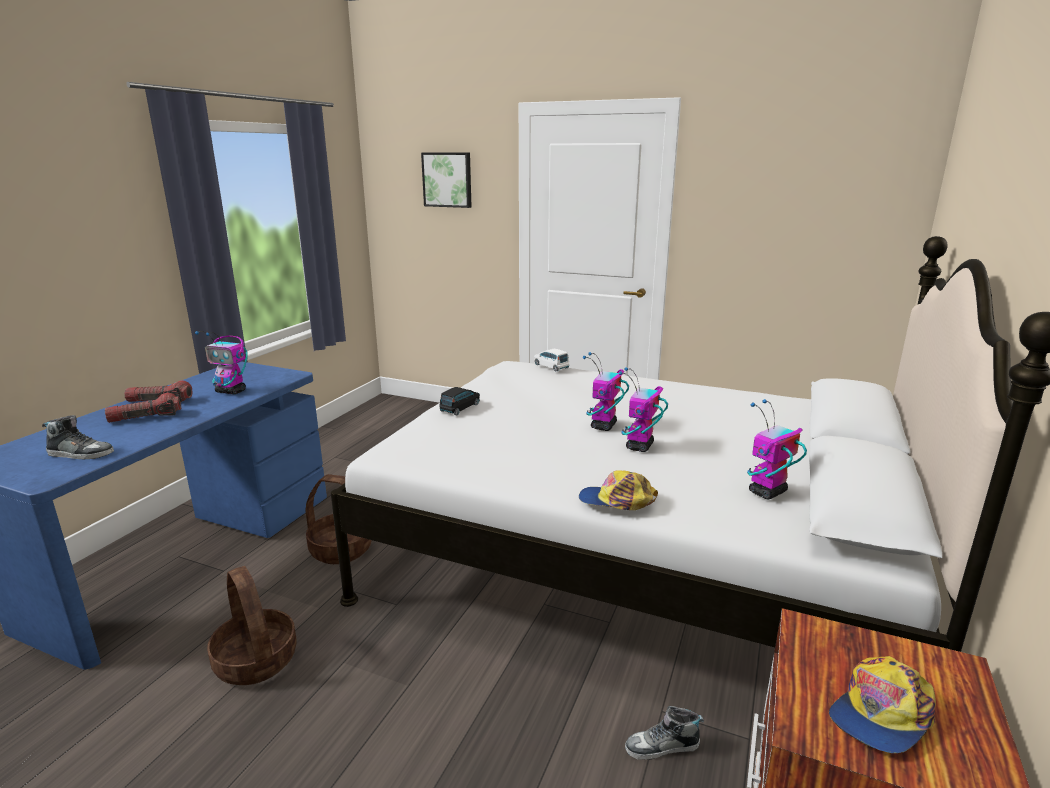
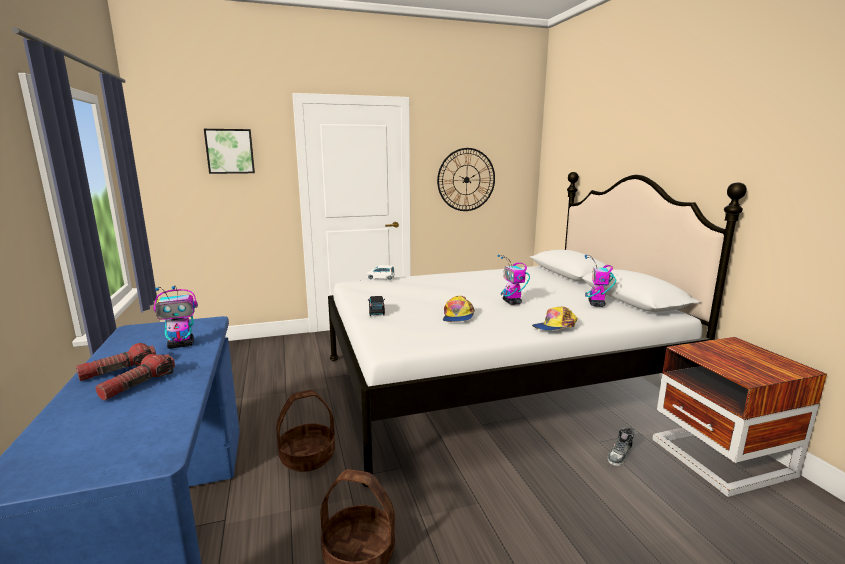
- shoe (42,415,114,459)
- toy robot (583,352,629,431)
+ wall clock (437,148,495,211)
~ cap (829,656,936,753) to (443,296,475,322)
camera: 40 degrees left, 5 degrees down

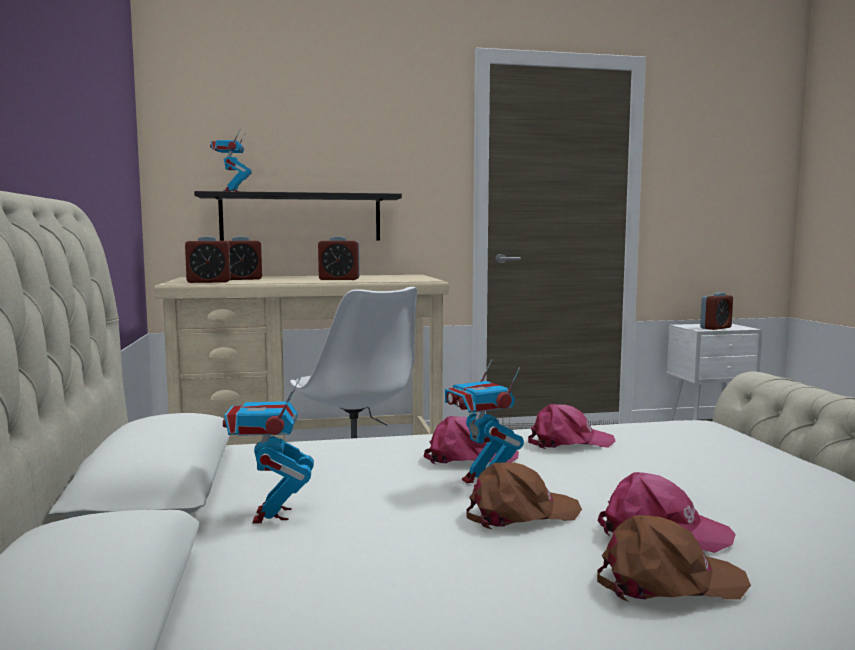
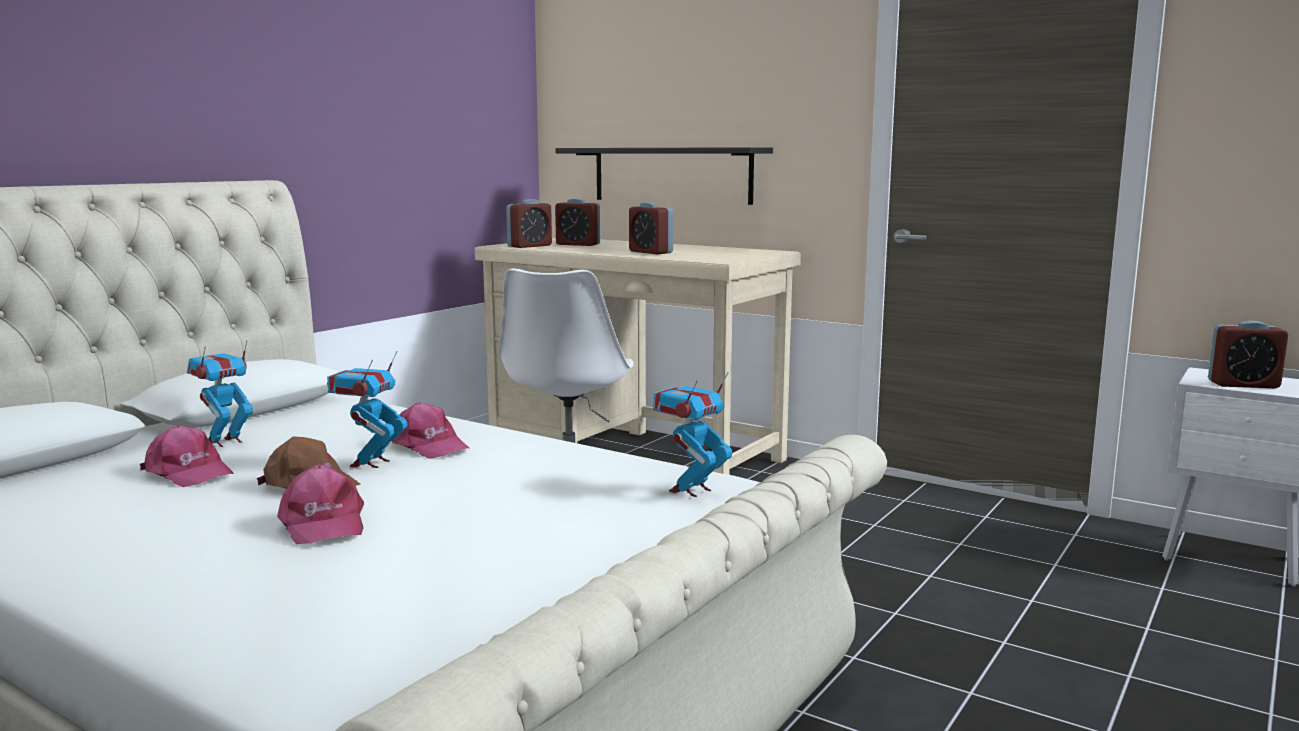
- brown cap (597,515,751,602)
~ toy robot (210,129,252,192) to (653,372,732,497)
~ pink cap (528,404,615,449) to (140,426,234,487)
~ alarm clock (185,236,231,283) = (506,199,552,248) 75 degrees counterclockwise
camera: 45 degrees right, 5 degrees up

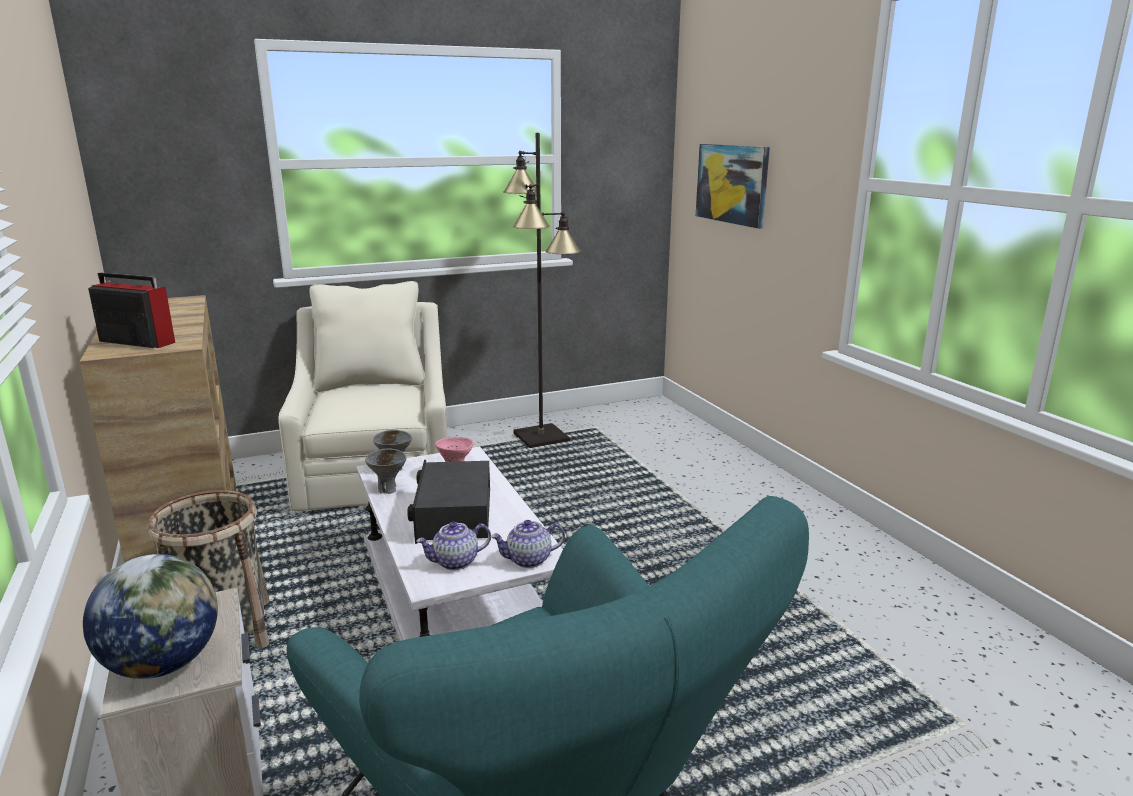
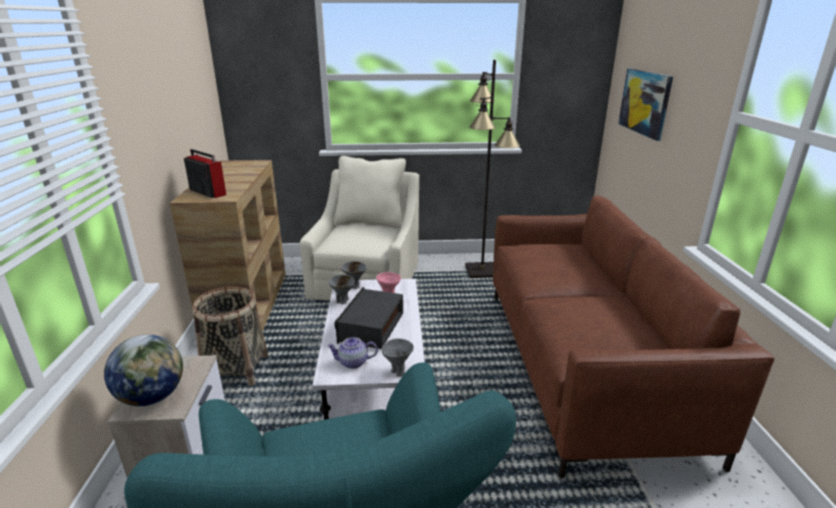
+ brown sofa (493,196,775,478)
~ teapot (491,520,565,568) to grey bowl (381,338,414,377)
camera: 20 degrees right, 5 degrees up

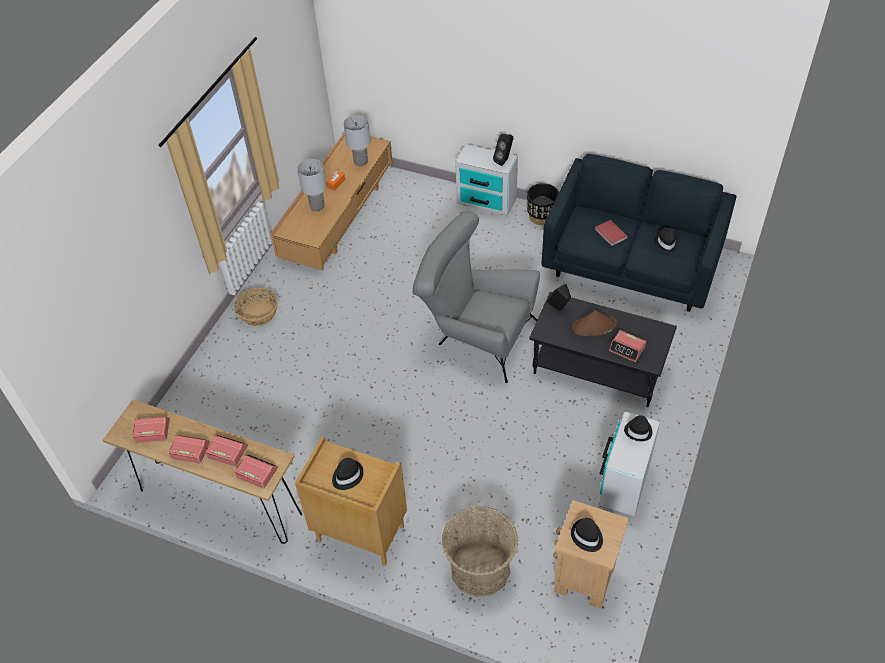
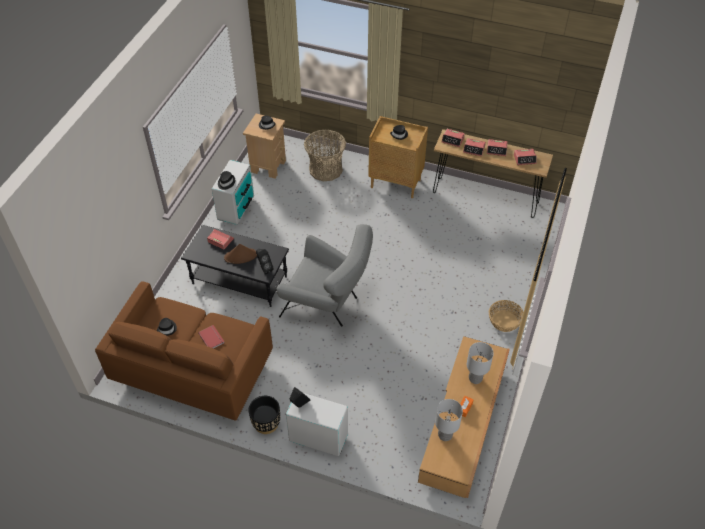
~ blue sofa (542,154,737,312) to brown sofa (95,281,273,421)
camera: 175 degrees right, 0 degrees up

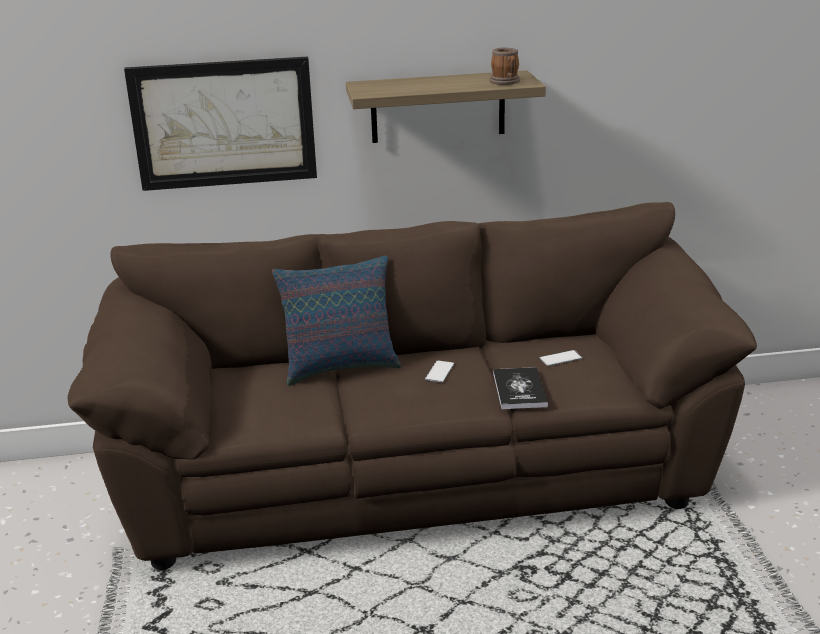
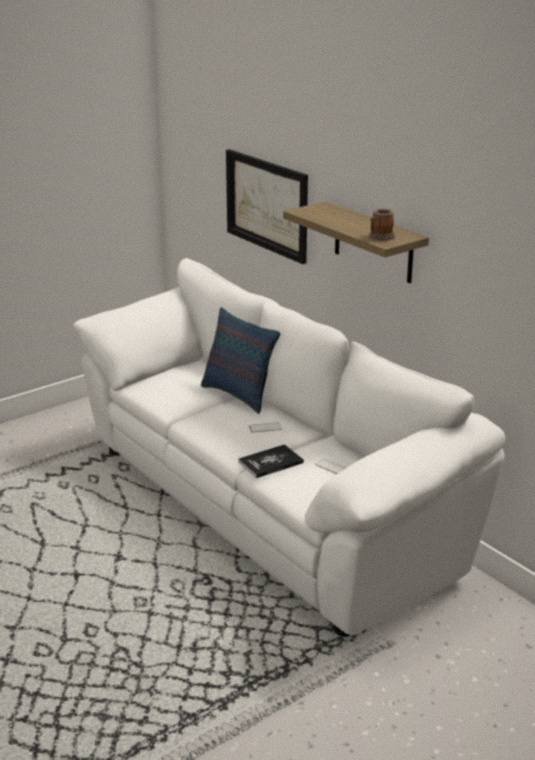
~ brown sofa (68,202,757,570) to white sofa (73,258,505,637)
camera: 60 degrees right, 0 degrees up

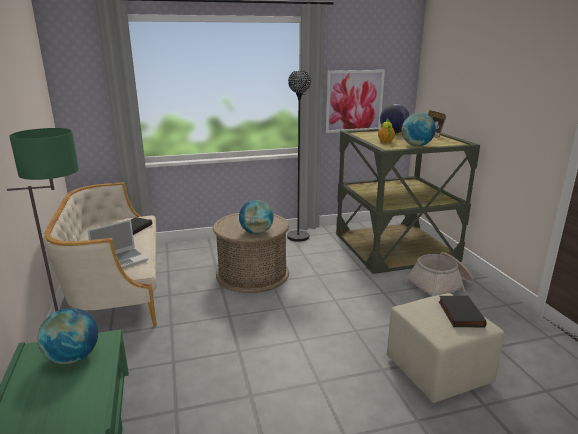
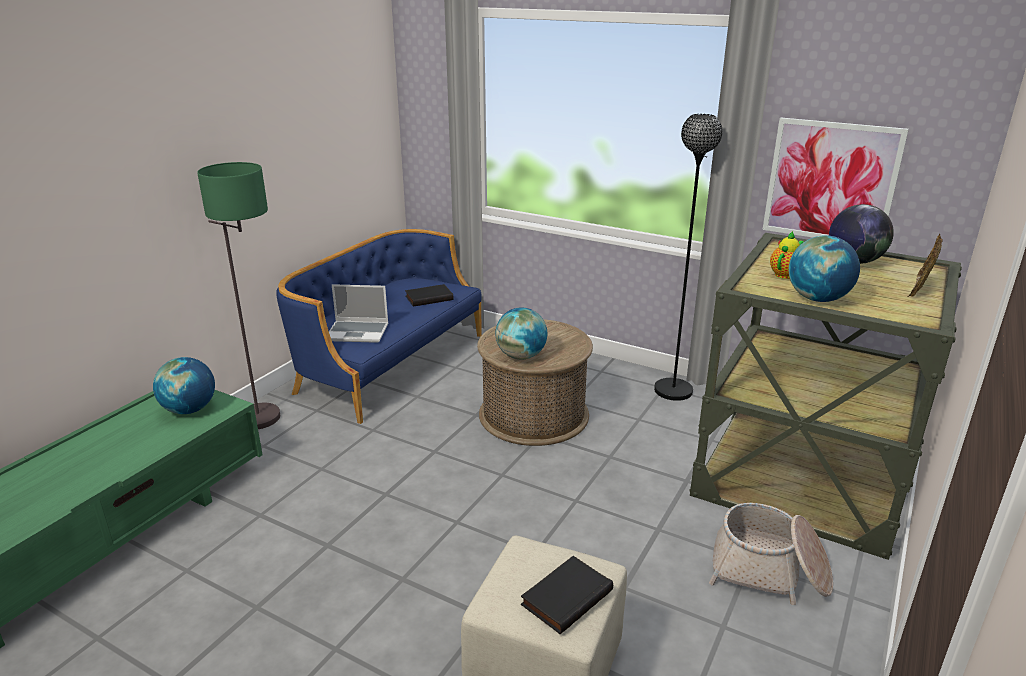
~ beige sofa (44,182,157,327) to blue sofa (276,229,482,424)
camera: 45 degrees right, 5 degrees up

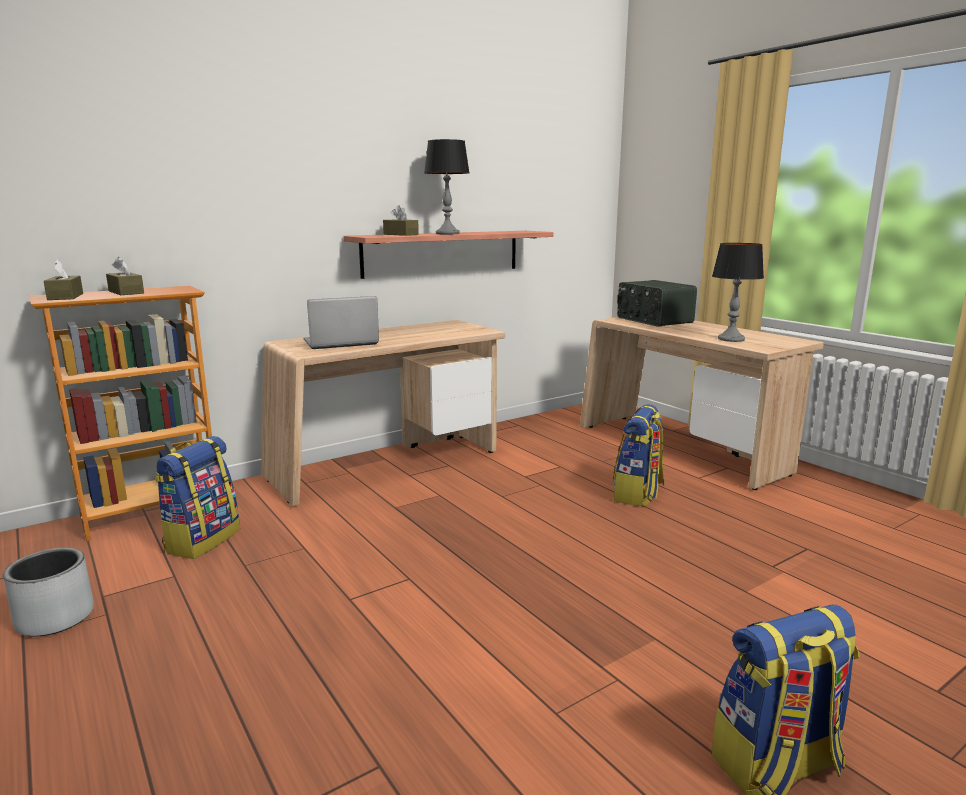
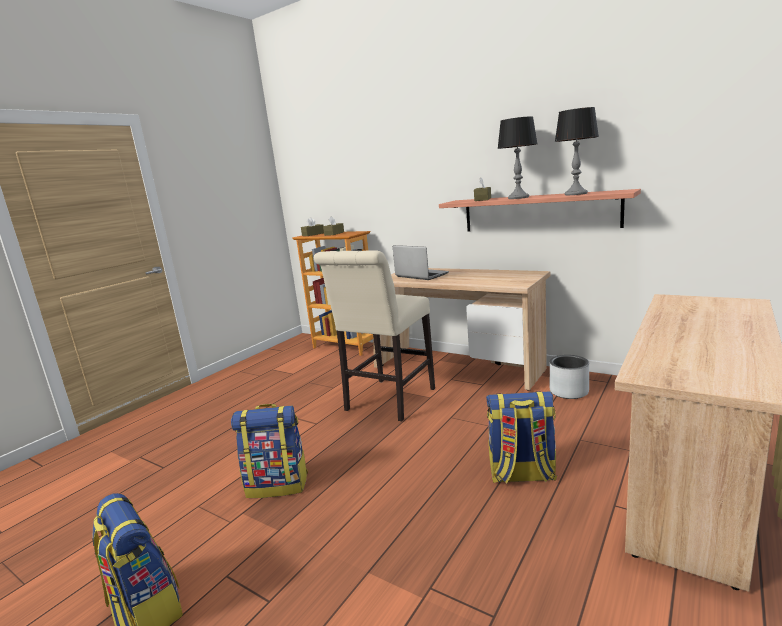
- radio (617,280,697,327)
+ beige stool (314,250,435,421)
~ grey planter (3,548,94,636) to (550,355,589,399)
~ backpack (154,436,240,559) to (231,404,308,498)
~ table lamp (712,243,764,342) to (555,107,599,195)
camera: 70 degrees right, 0 degrees up

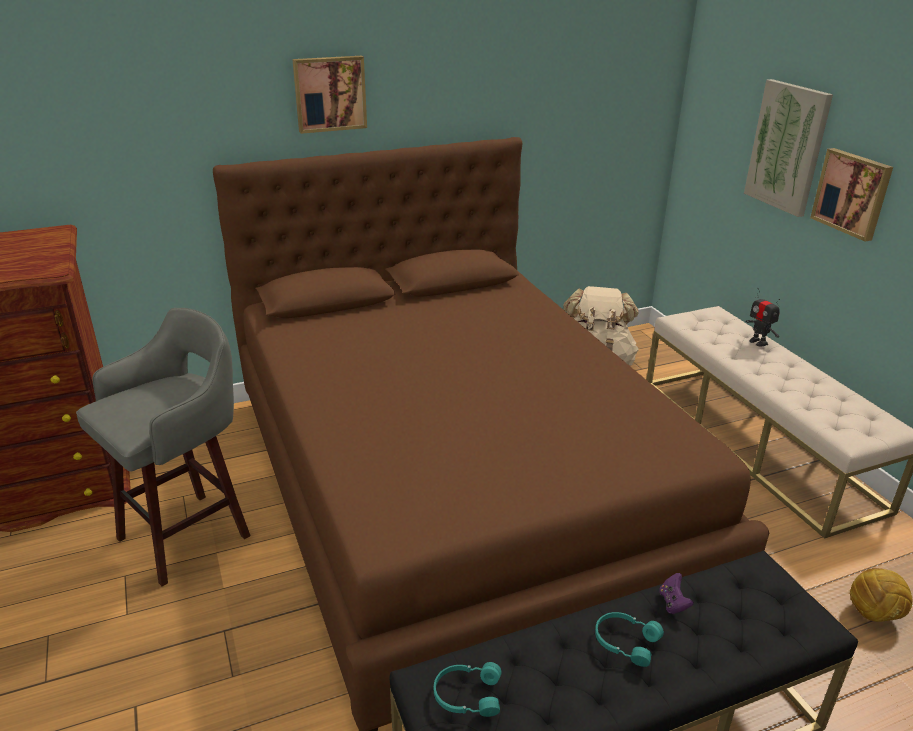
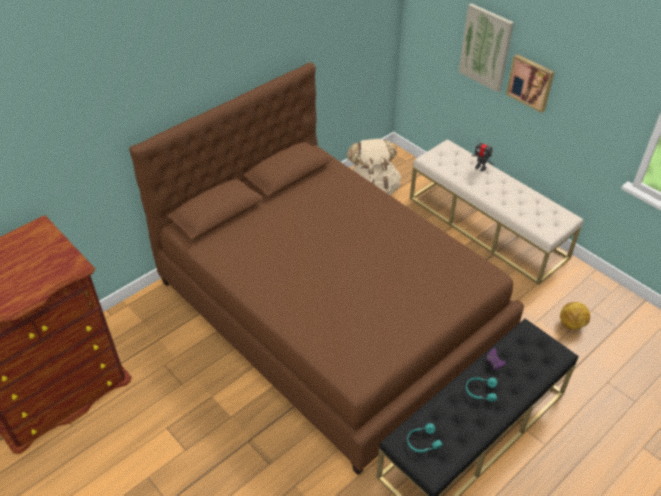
- grey stool (76,308,250,587)
- picture (292,56,367,134)
camera: 20 degrees left, 15 degrees up

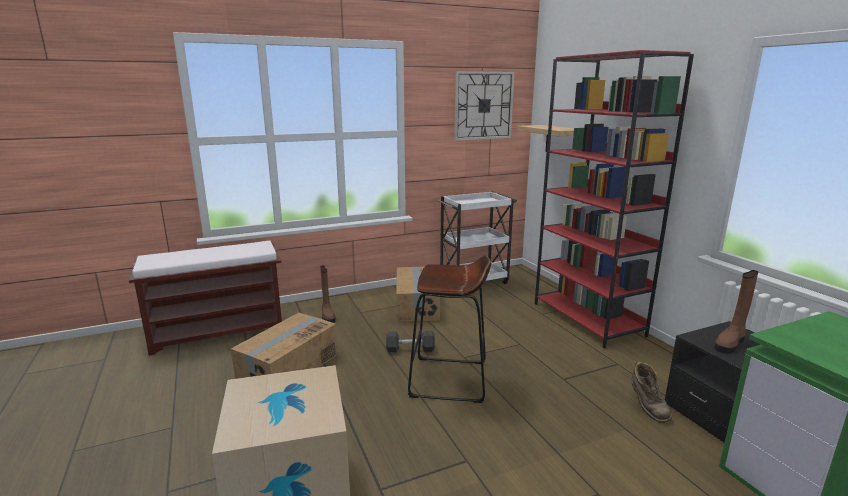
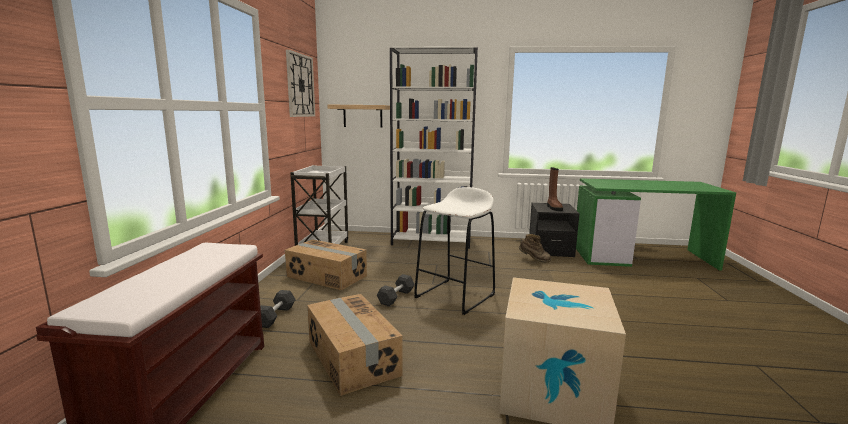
~ brown boot (320,266,336,323) to grey dumbbell (260,290,296,328)
~ brown stool (408,255,491,403) to white stool (414,187,495,315)
~ red bookcase (535,50,694,349) to white bookcase (390,46,478,249)
camera: 60 degrees left, 5 degrees down

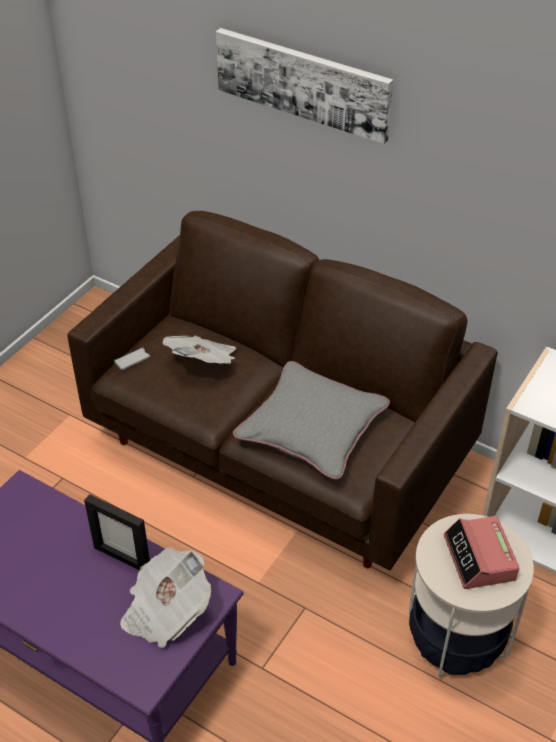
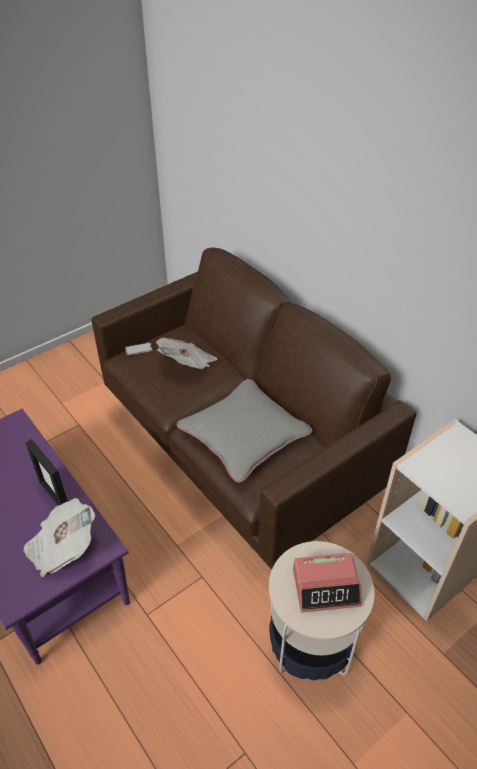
- picture (216,28,393,144)
~ alarm clock (443,516,519,589) = (293,553,361,612) 105 degrees counterclockwise
camera: 20 degrees right, 0 degrees up

